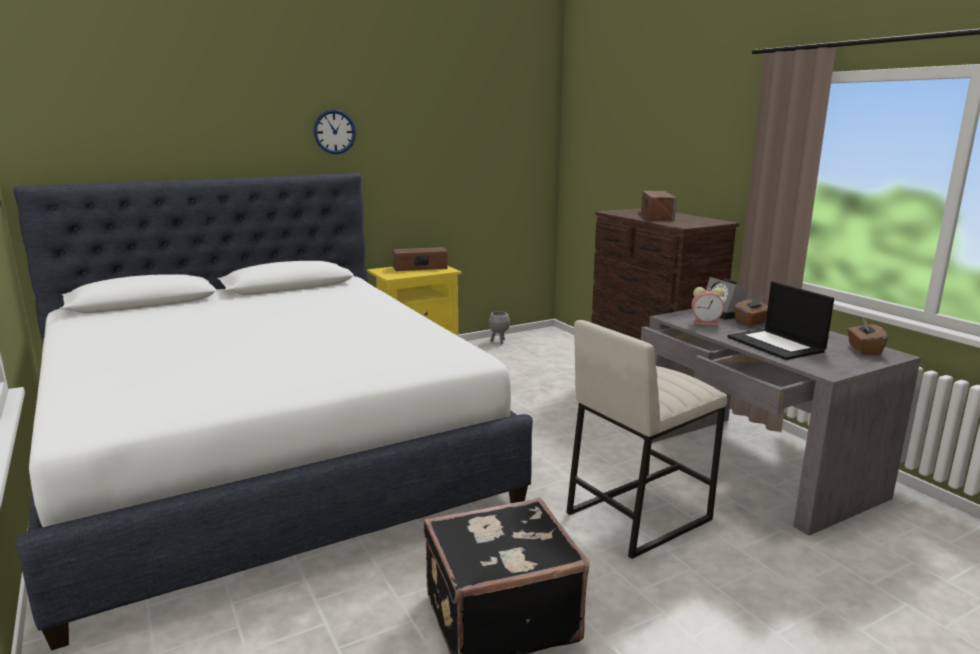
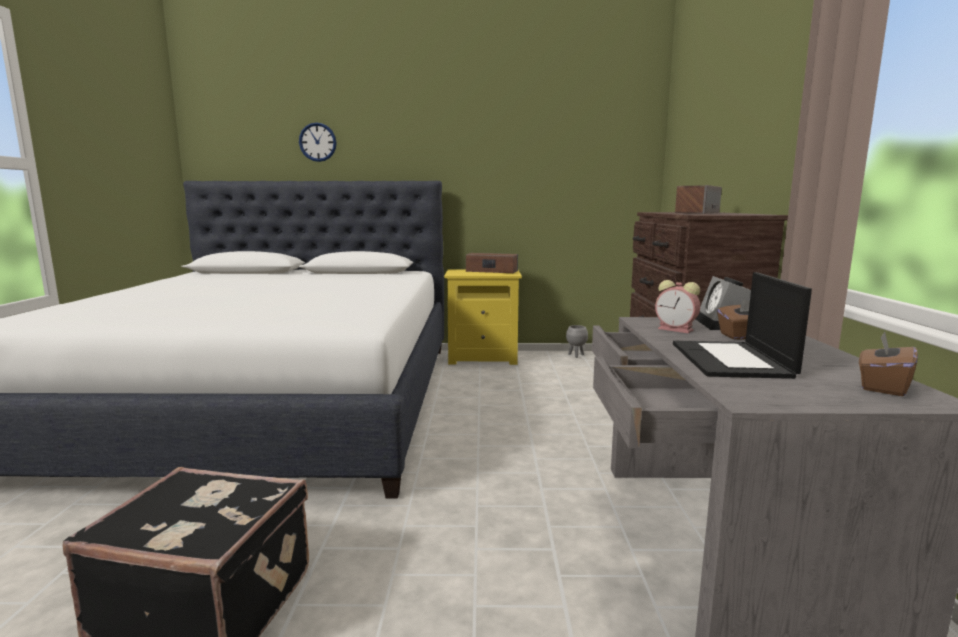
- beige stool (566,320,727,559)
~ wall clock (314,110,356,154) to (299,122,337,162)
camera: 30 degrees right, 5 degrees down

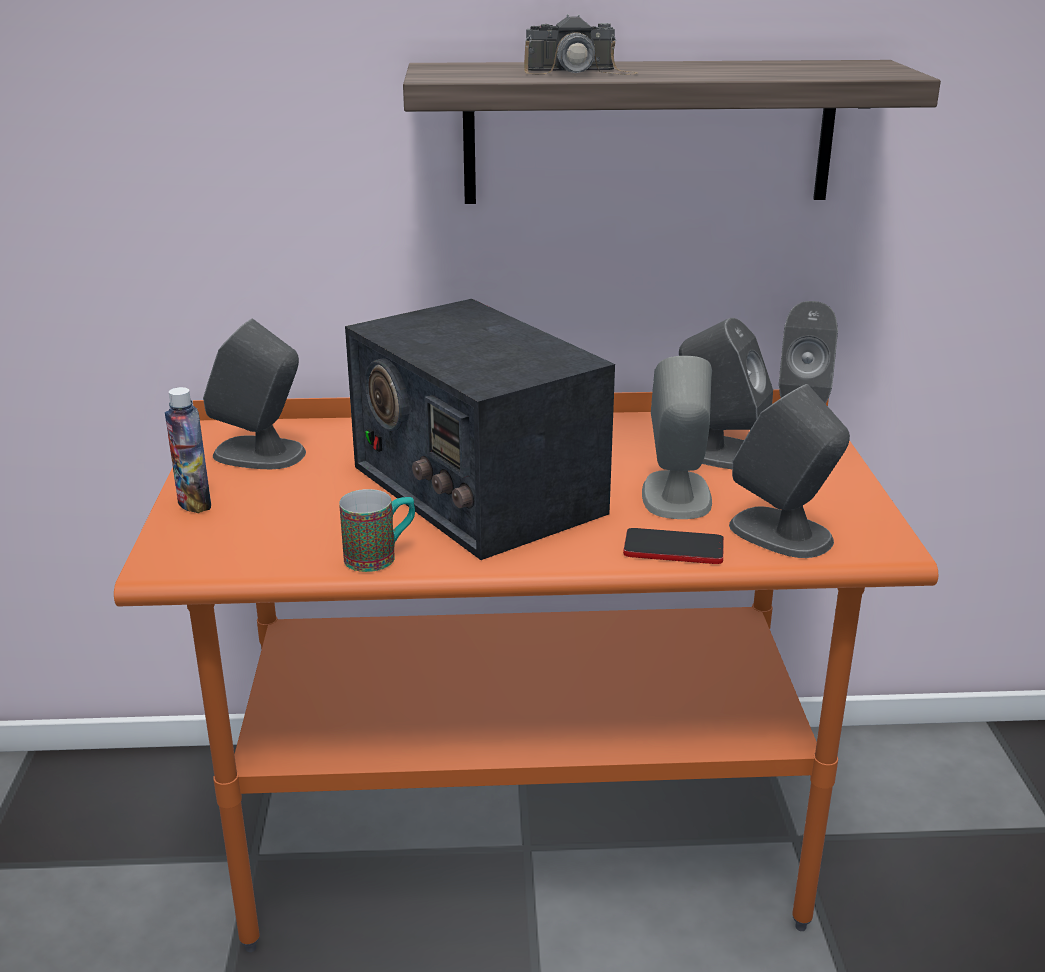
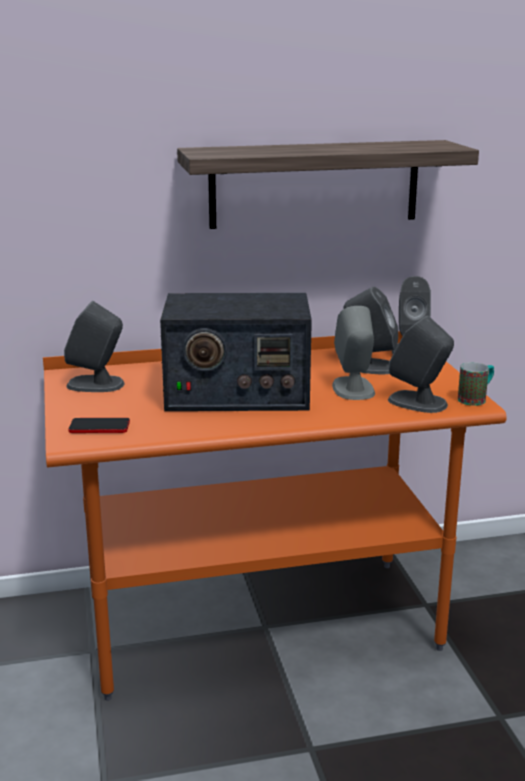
- bottle (165,387,211,513)
- photo camera (524,14,638,75)
~ mug (339,489,415,572) to (458,362,494,406)
~ phone (623,528,724,564) to (68,418,130,433)
~ radio (345,299,615,560) = (160,293,312,411) 45 degrees counterclockwise
camera: 10 degrees left, 5 degrees down

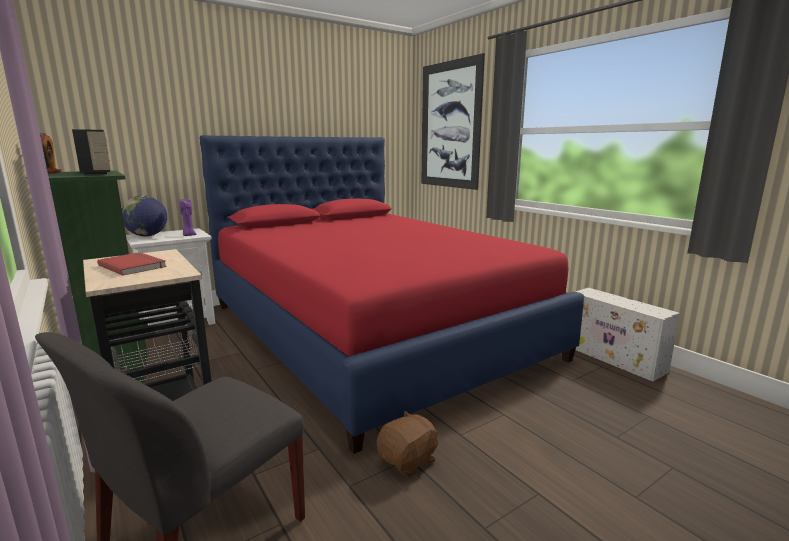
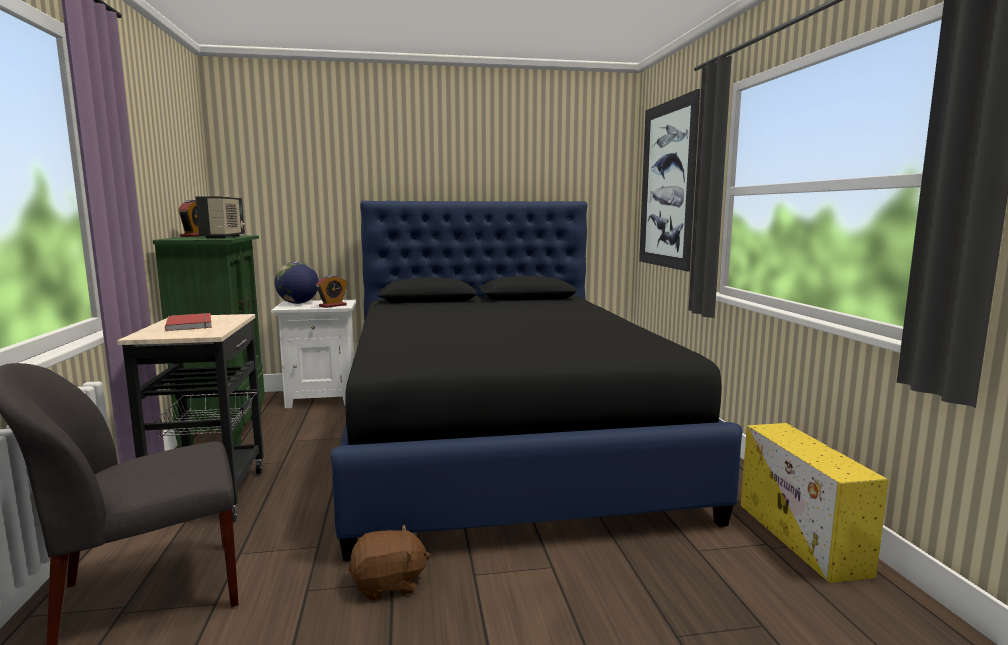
~ purple candle (179,199,196,236) to alarm clock (316,275,347,308)
~ red bed (200,135,584,454) to black bed (331,201,743,561)
~ white storage box (575,288,680,382) to yellow storage box (741,423,889,583)
camera: 25 degrees right, 5 degrees down

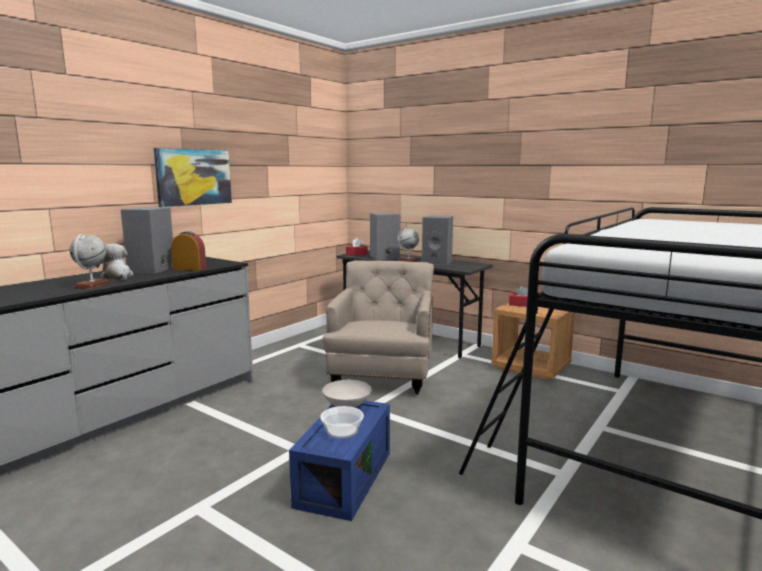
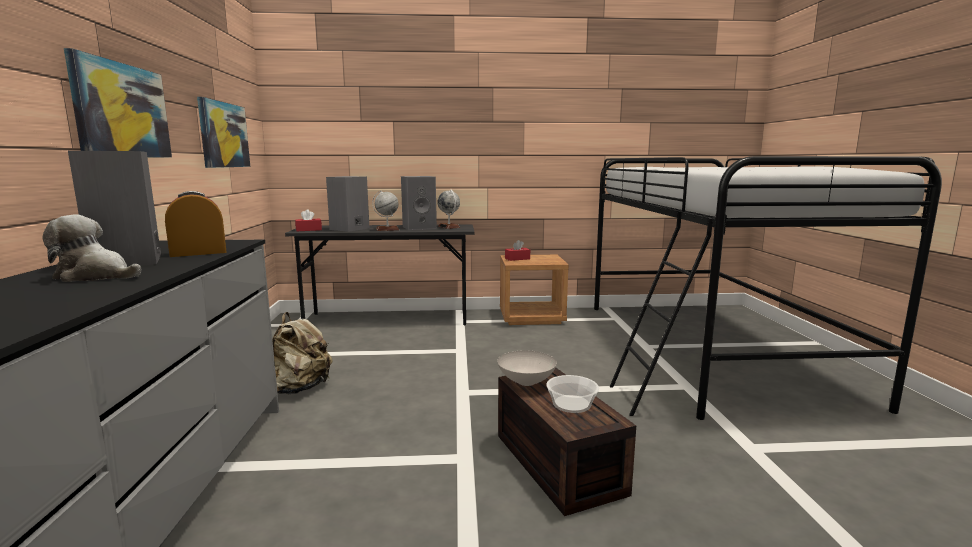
- beige armchair (323,260,434,395)
+ picture (197,97,250,168)
+ beige backpack (272,312,333,394)
~ globe (70,234,110,289) to (437,190,460,229)
~ blue storage box (289,401,390,521) to brown storage box (498,368,636,516)
camera: 40 degrees left, 0 degrees up

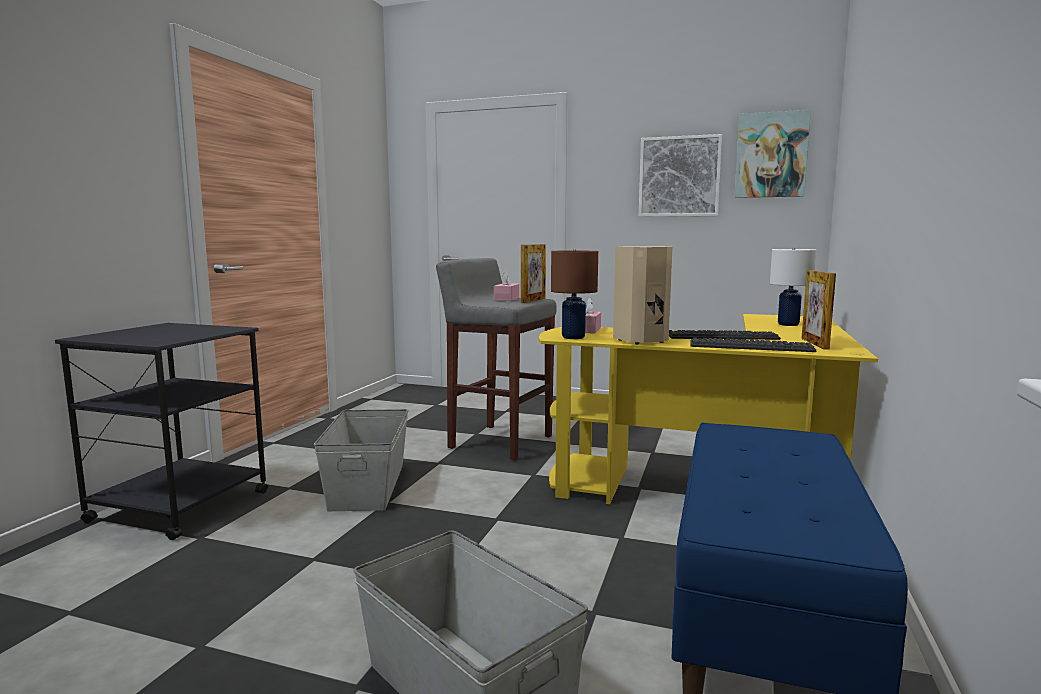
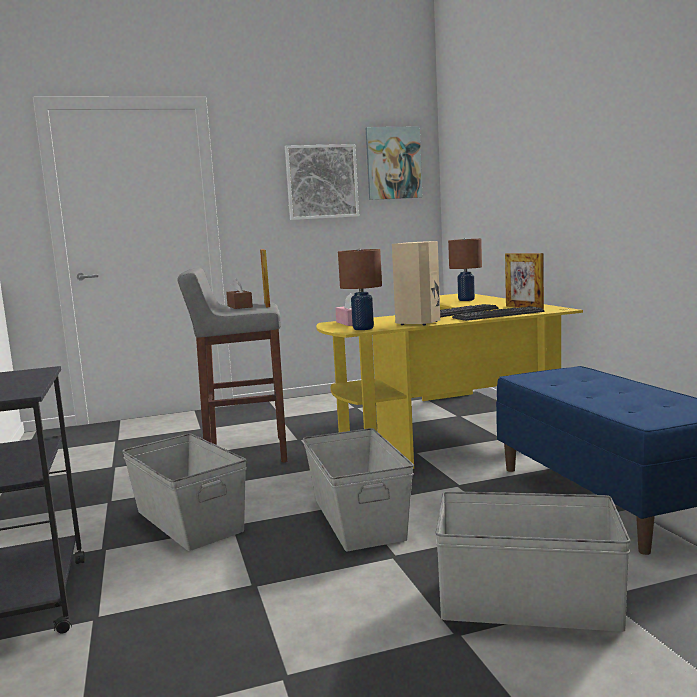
+ grey storage box (303,428,414,551)
~ pink tissue box (494,270,519,301) to brown tissue box (226,278,253,309)
~ white table lamp (770,248,817,326) to brown table lamp (448,238,482,301)
camera: 35 degrees left, 0 degrees up

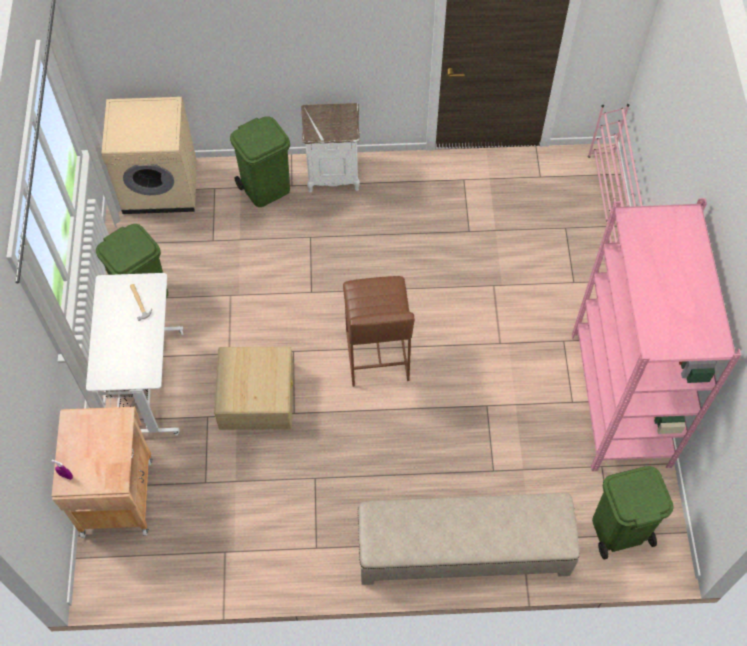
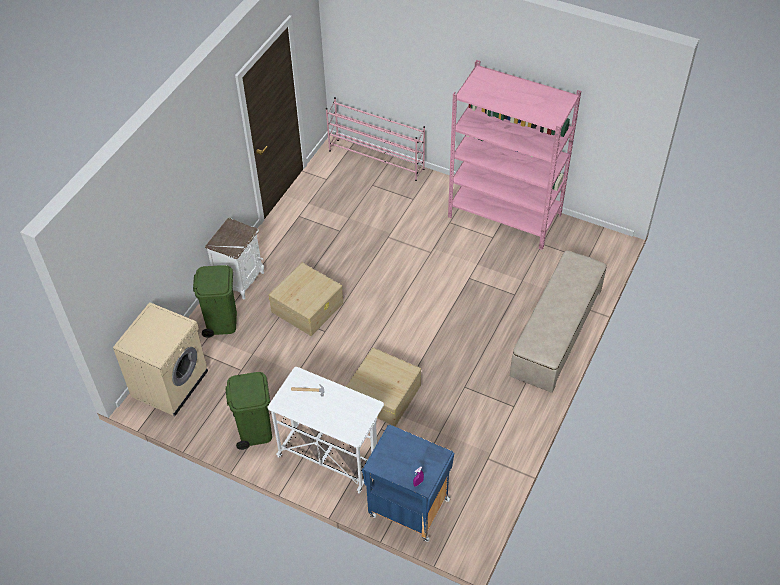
- brown stool (343,276,415,387)
- green trash can (592,466,674,559)
+ beige storage box (269,263,343,336)
~ brown cart (52,407,153,538) to blue cart (362,425,454,542)
camera: 60 degrees left, 10 degrees down

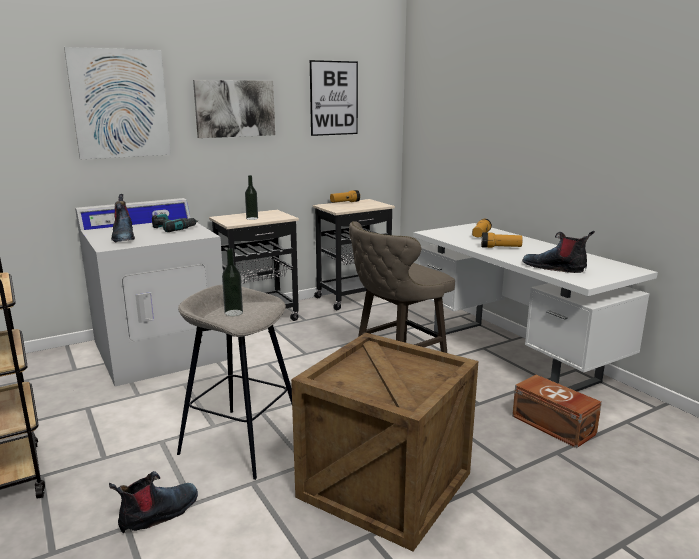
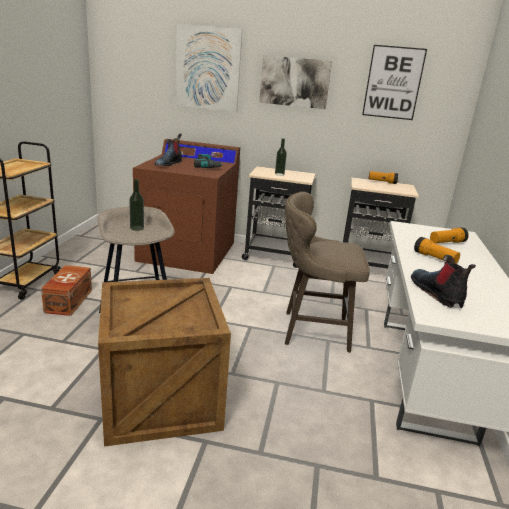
- boot (109,471,198,533)
~ brown storage box (512,375,602,448) to (41,265,92,316)
~ white washing machine (75,198,227,386) to brown washing machine (133,139,240,274)
camera: 40 degrees right, 5 degrees up

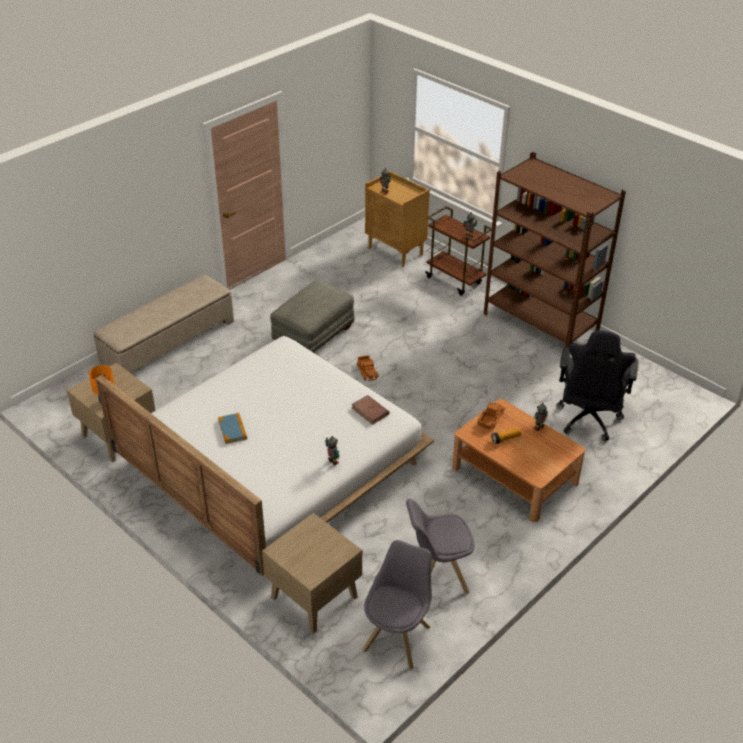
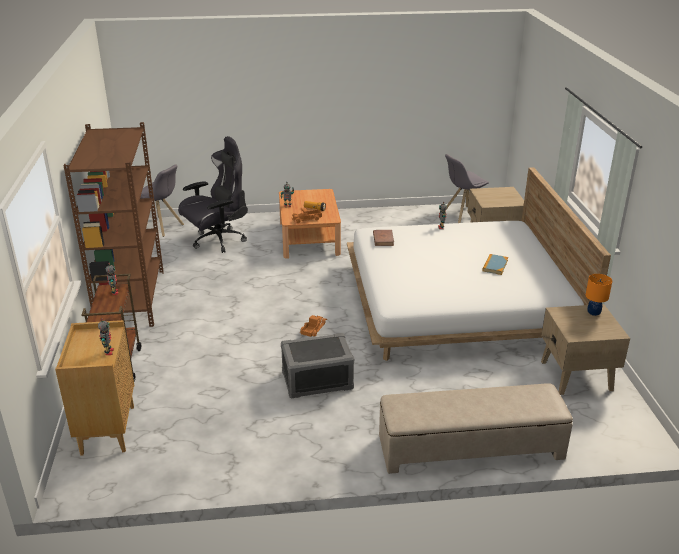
~ grey chair (406,499,474,594) to (140,165,184,237)
~ grey ottoman (270,280,355,353) to grey storage box (281,333,354,398)
camera: 140 degrees left, 10 degrees down

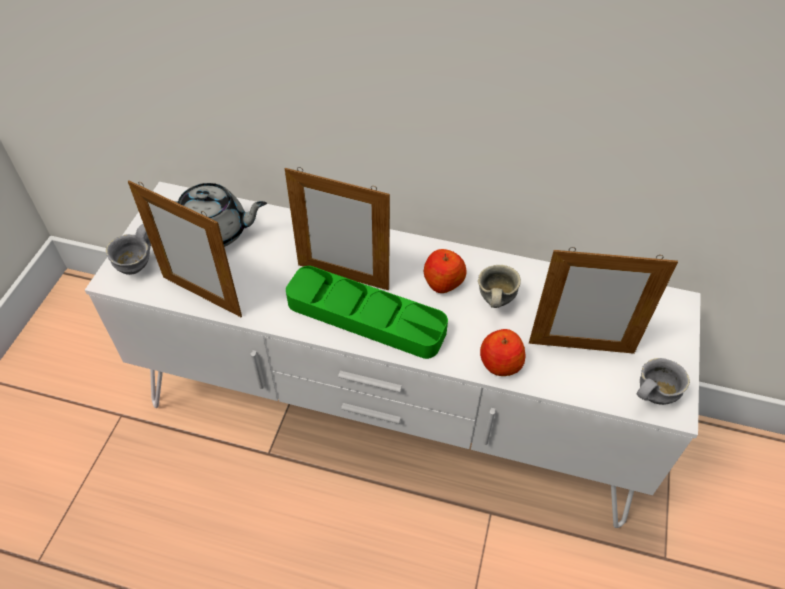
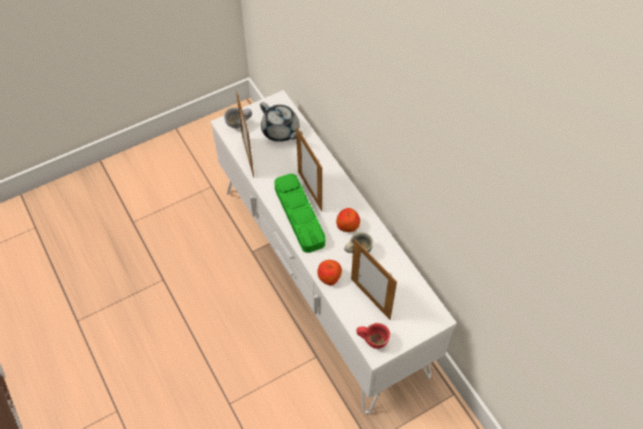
~ grey mug (637,358,690,405) to red mug (356,323,390,349)
camera: 45 degrees right, 5 degrees up

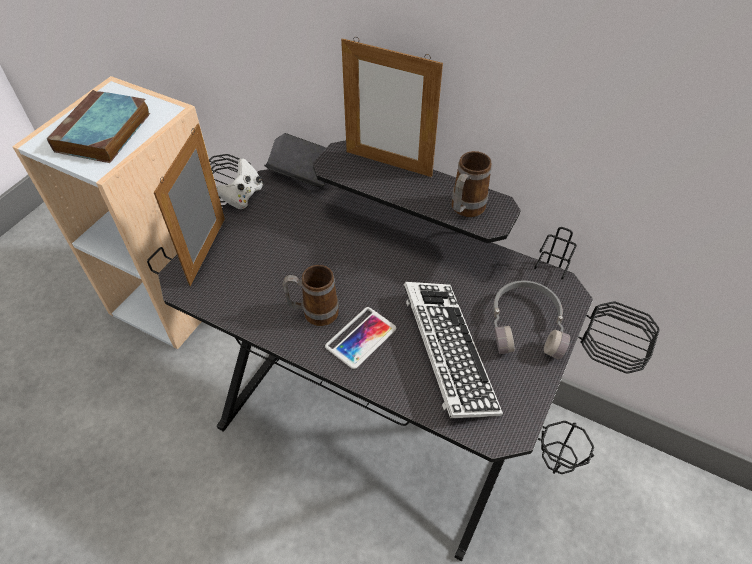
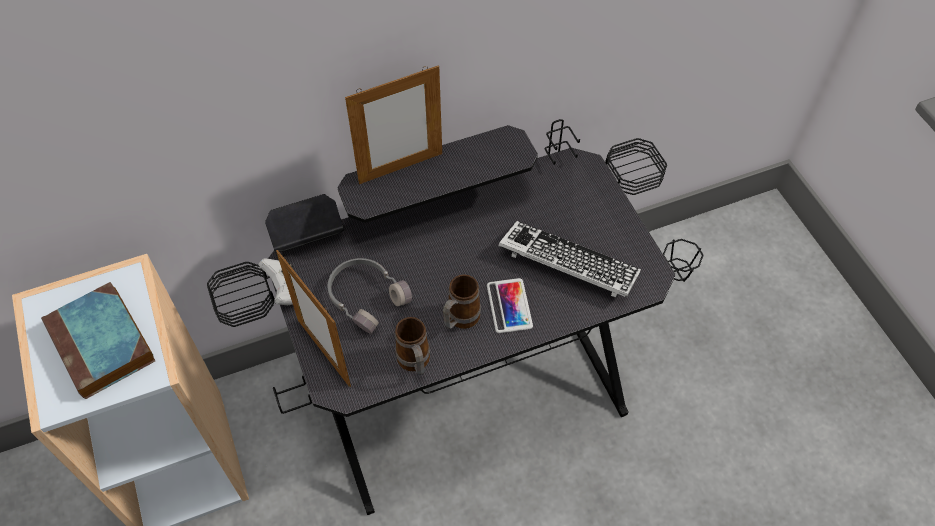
~ mug (452,151,492,217) to (395,317,430,375)
~ grey headphones (493,281,570,360) to (328,258,412,334)
camera: 50 degrees left, 5 degrees up

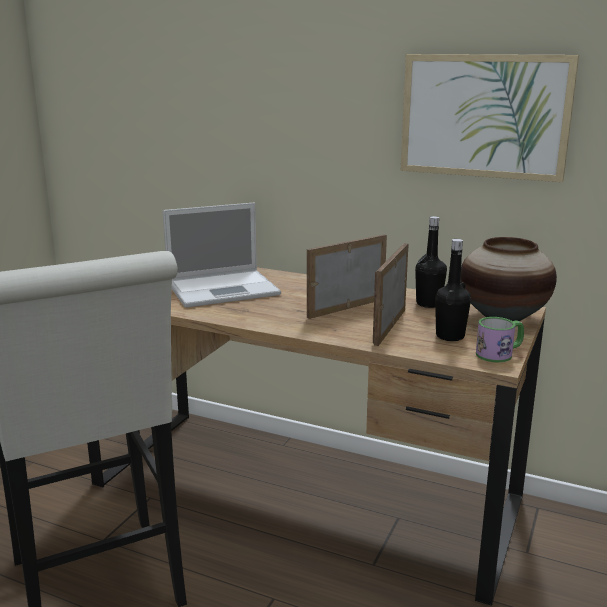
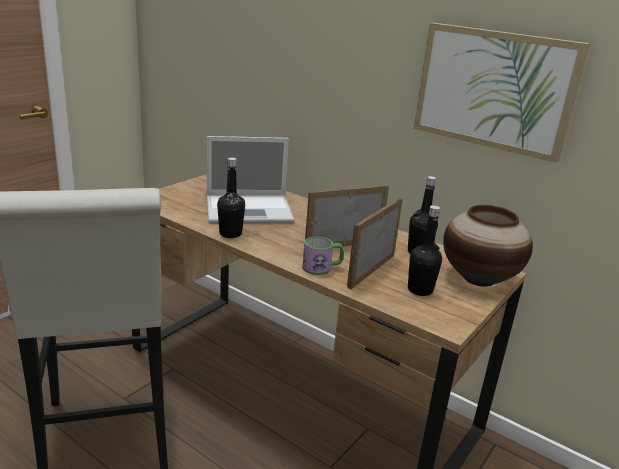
+ black bottle (217,157,245,238)
~ mug (476,317,524,363) to (302,237,344,275)
camera: 10 degrees right, 5 degrees up

